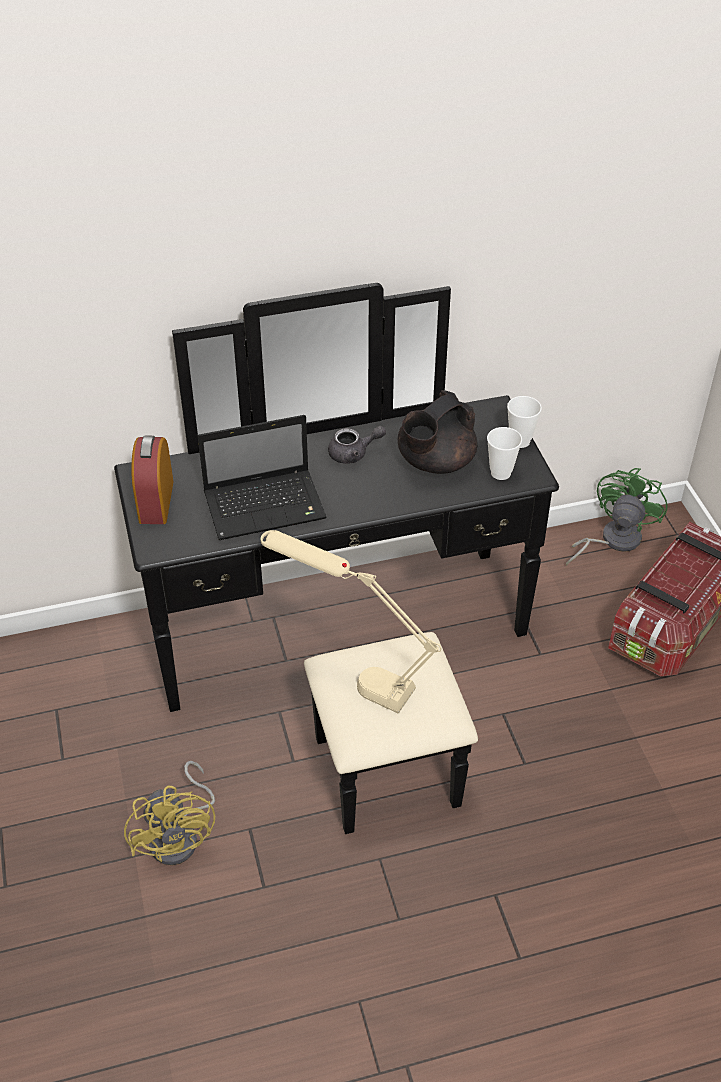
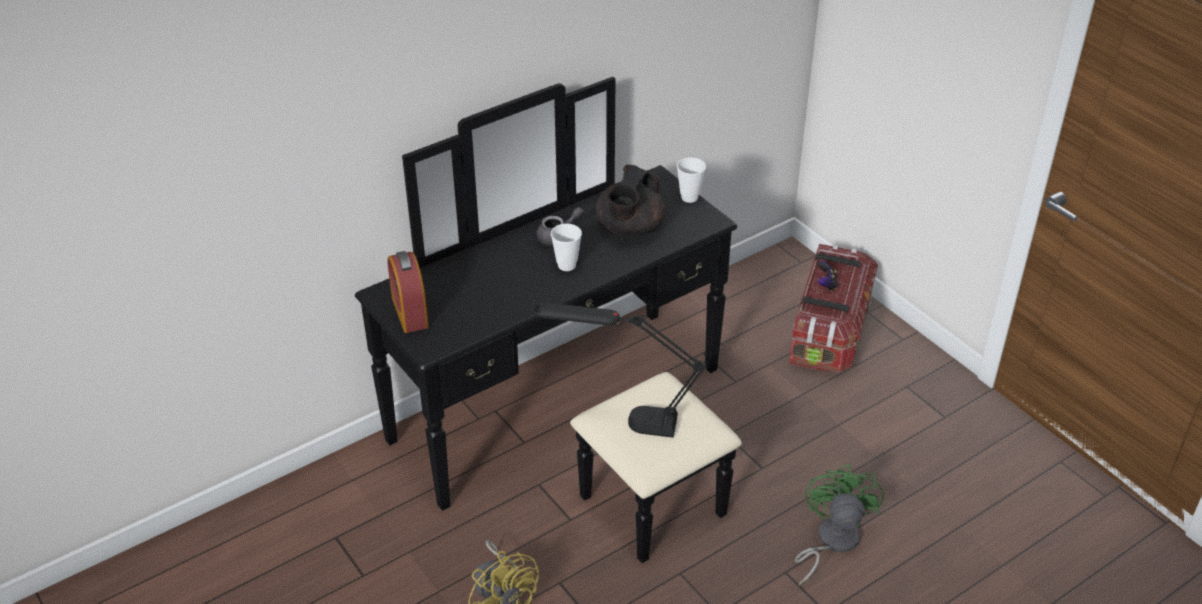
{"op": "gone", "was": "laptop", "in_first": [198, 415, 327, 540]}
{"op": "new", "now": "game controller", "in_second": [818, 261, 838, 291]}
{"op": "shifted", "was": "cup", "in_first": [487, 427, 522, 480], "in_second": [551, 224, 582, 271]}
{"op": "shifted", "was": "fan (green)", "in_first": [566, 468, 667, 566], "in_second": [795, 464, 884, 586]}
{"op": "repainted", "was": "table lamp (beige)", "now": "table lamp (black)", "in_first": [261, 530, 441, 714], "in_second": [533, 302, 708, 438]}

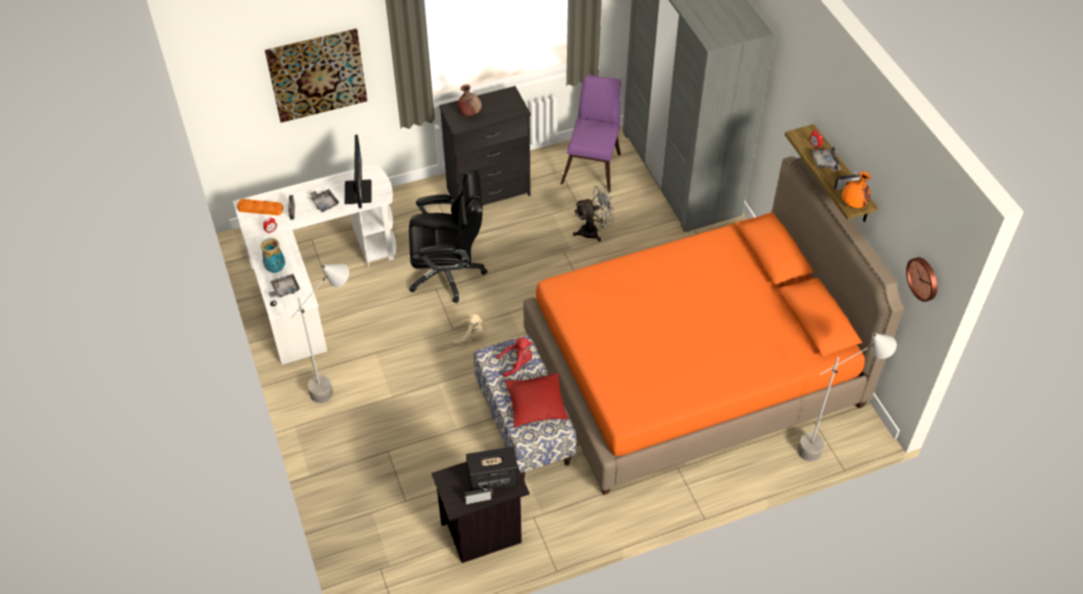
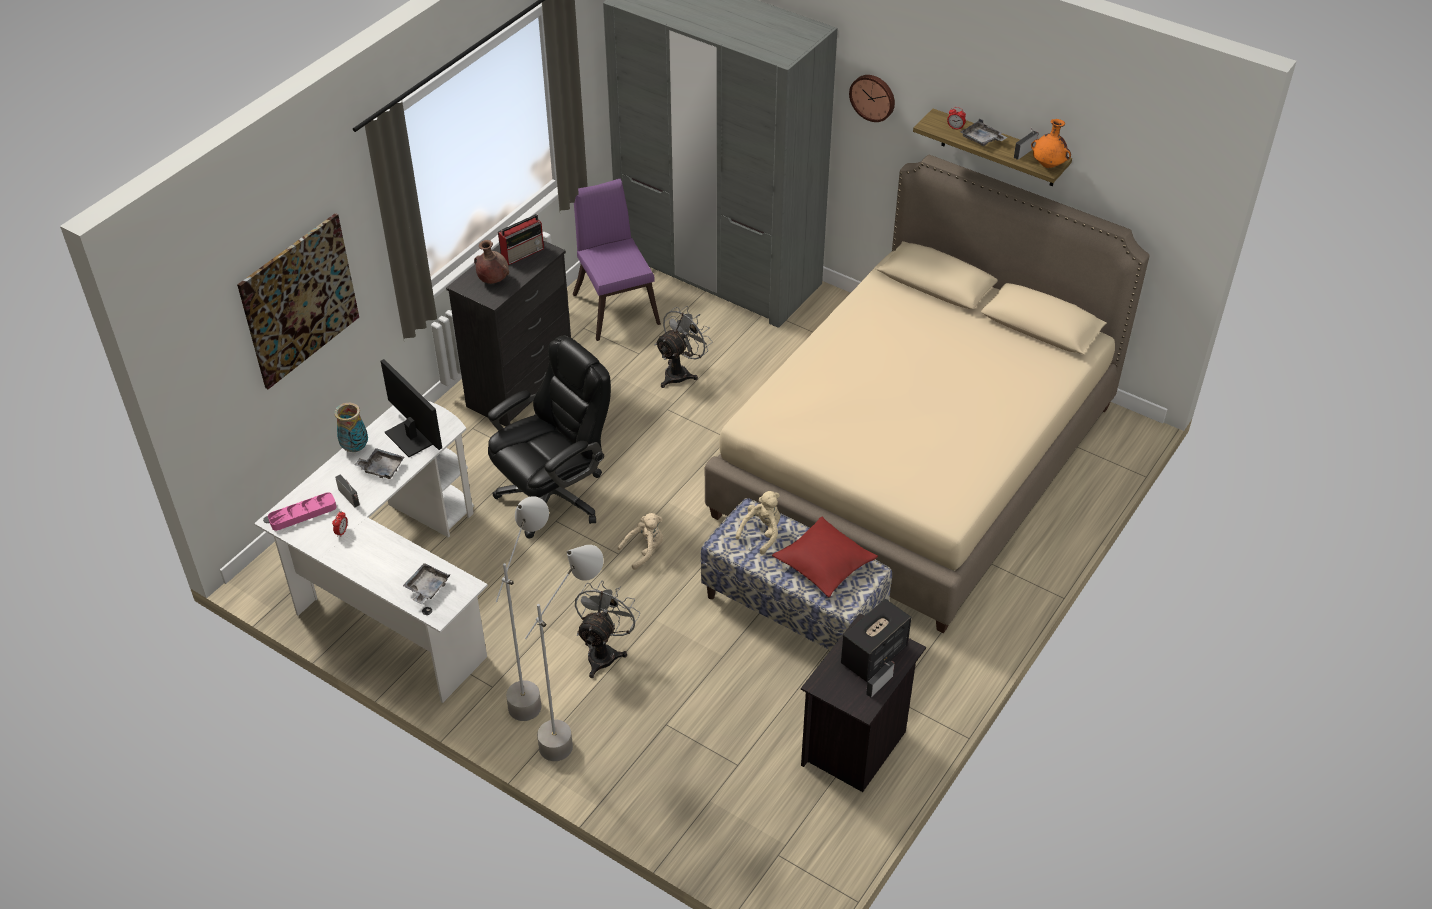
{"op": "new", "now": "radio", "in_second": [498, 214, 544, 265]}
{"op": "new", "now": "fan (grey)", "in_second": [575, 581, 640, 678]}
{"op": "shifted", "was": "vase", "in_first": [260, 238, 285, 273], "in_second": [334, 403, 368, 452]}
{"op": "shifted", "was": "floor lamp (grey)", "in_first": [797, 333, 897, 461], "in_second": [525, 545, 603, 761]}
{"op": "shifted", "was": "wall clock", "in_first": [906, 257, 937, 302], "in_second": [849, 75, 895, 122]}
{"op": "repainted", "was": "tray (orange)", "now": "tray (pink)", "in_first": [237, 199, 283, 215], "in_second": [268, 492, 337, 531]}
{"op": "repainted", "was": "plush toy (red)", "now": "plush toy (beige)", "in_first": [497, 337, 532, 377], "in_second": [736, 491, 780, 555]}
{"op": "repainted", "was": "bed (orange)", "now": "bed (beige)", "in_first": [523, 156, 904, 495], "in_second": [705, 155, 1150, 633]}

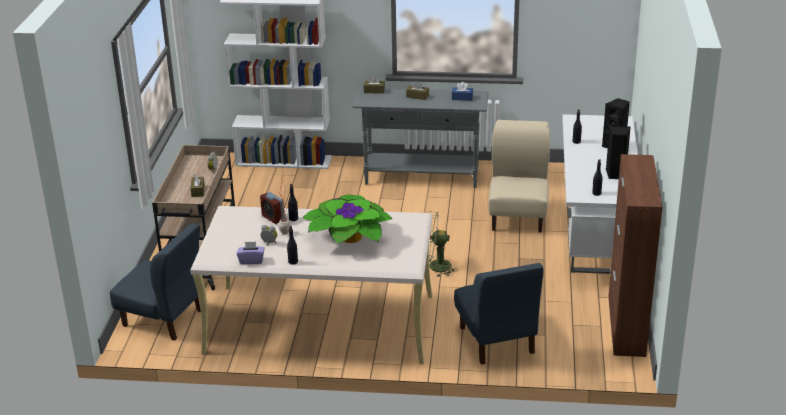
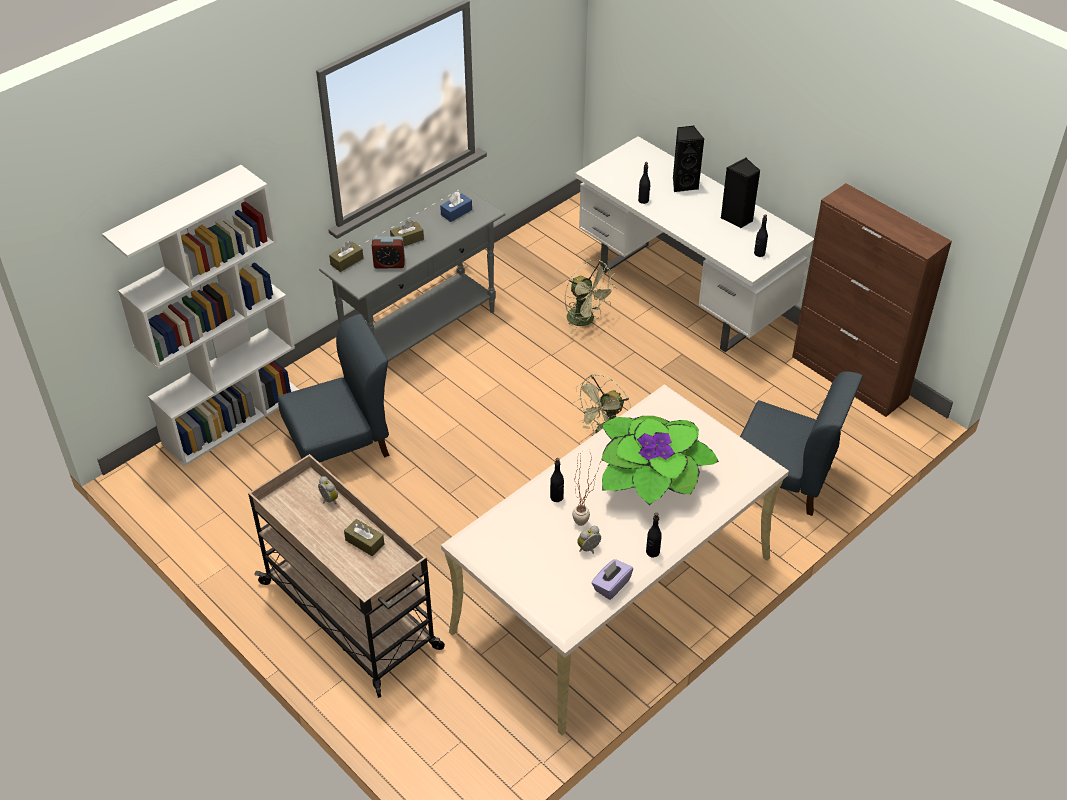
{"op": "shifted", "was": "chair (blue)", "in_first": [110, 224, 201, 340], "in_second": [278, 314, 390, 463]}
{"op": "shifted", "was": "alarm clock", "in_first": [260, 192, 285, 224], "in_second": [372, 236, 405, 268]}
{"op": "swapped", "was": "chair (beige)", "now": "fan (green)", "in_first": [488, 120, 550, 232], "in_second": [565, 259, 616, 334]}

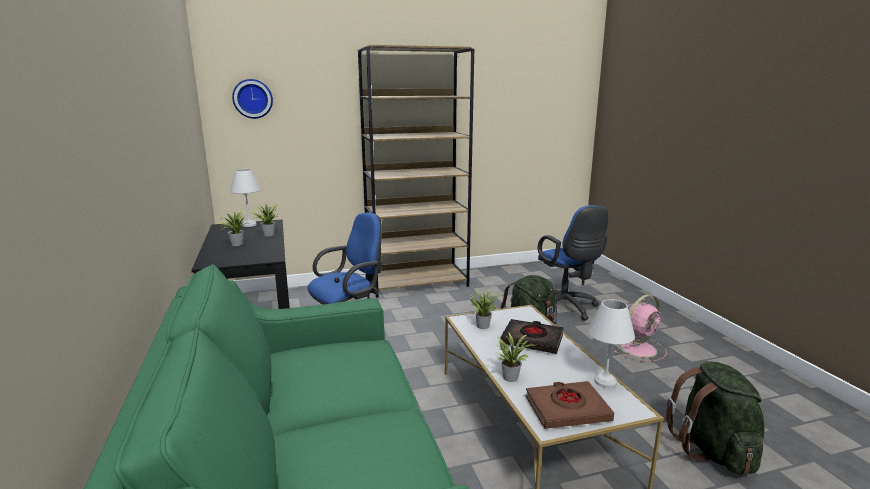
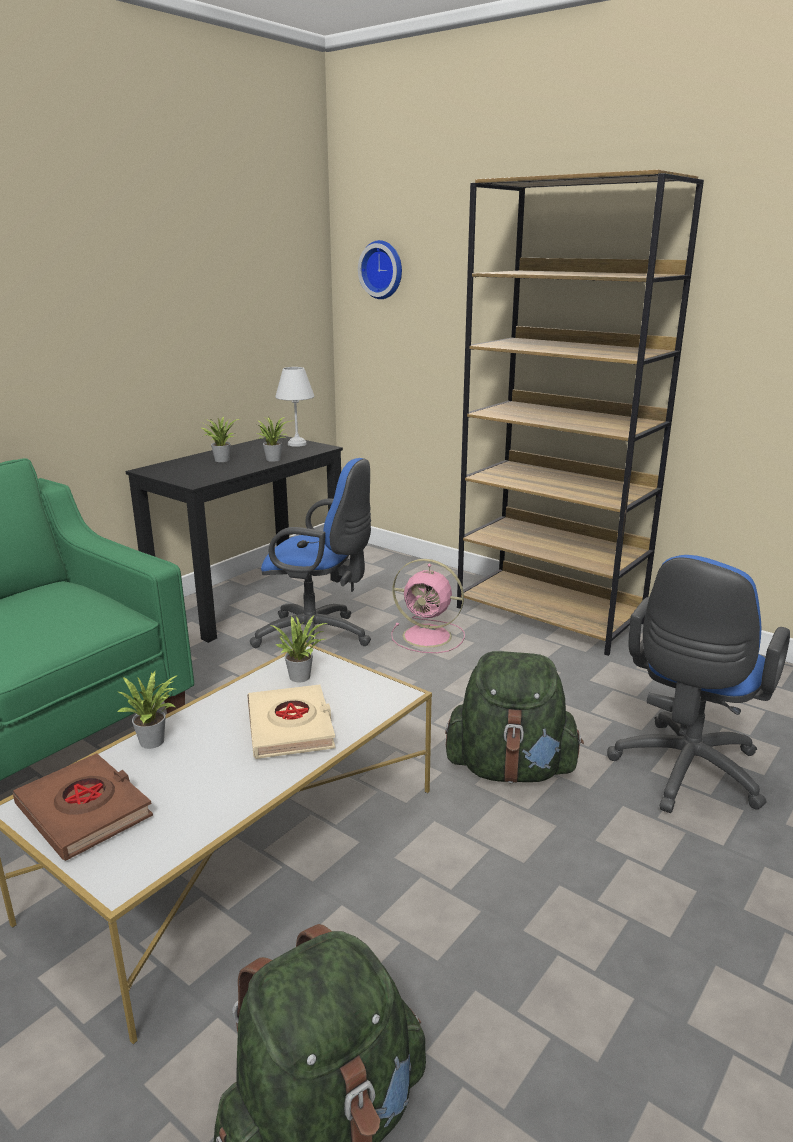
{"op": "gone", "was": "table lamp (white)", "in_first": [588, 299, 635, 388]}
{"op": "shifted", "was": "fan (pink)", "in_first": [613, 294, 667, 362], "in_second": [391, 559, 465, 653]}
{"op": "repainted", "was": "book (black)", "now": "book (beige)", "in_first": [501, 319, 564, 354], "in_second": [247, 685, 335, 759]}

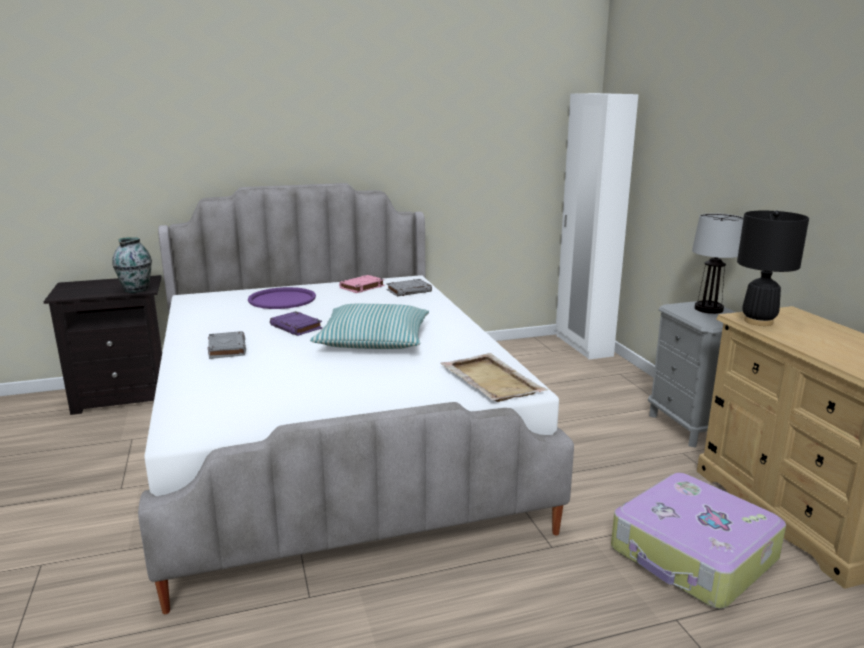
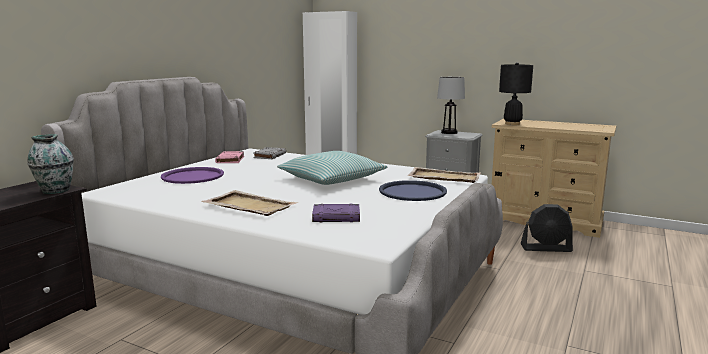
{"op": "new", "now": "tray (blue)", "in_second": [379, 180, 447, 201]}
{"op": "shifted", "was": "book (purple)", "in_first": [270, 311, 322, 336], "in_second": [312, 203, 360, 222]}
{"op": "swapped", "was": "book (grey)", "now": "tray (beige)", "in_first": [208, 331, 246, 359], "in_second": [201, 190, 298, 216]}
{"op": "swapped", "was": "suitcase", "now": "fan (black)", "in_first": [611, 473, 786, 609], "in_second": [521, 204, 573, 252]}

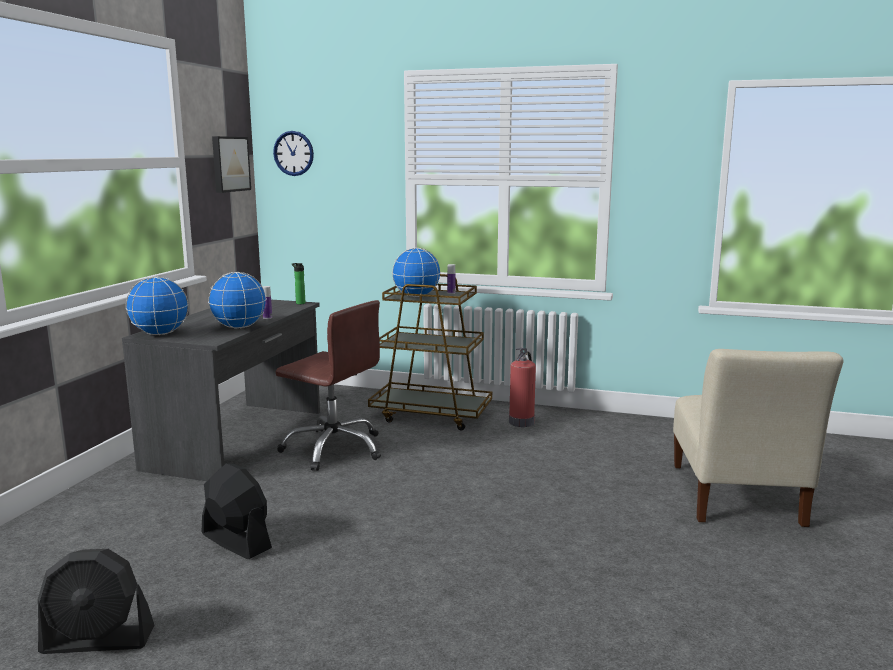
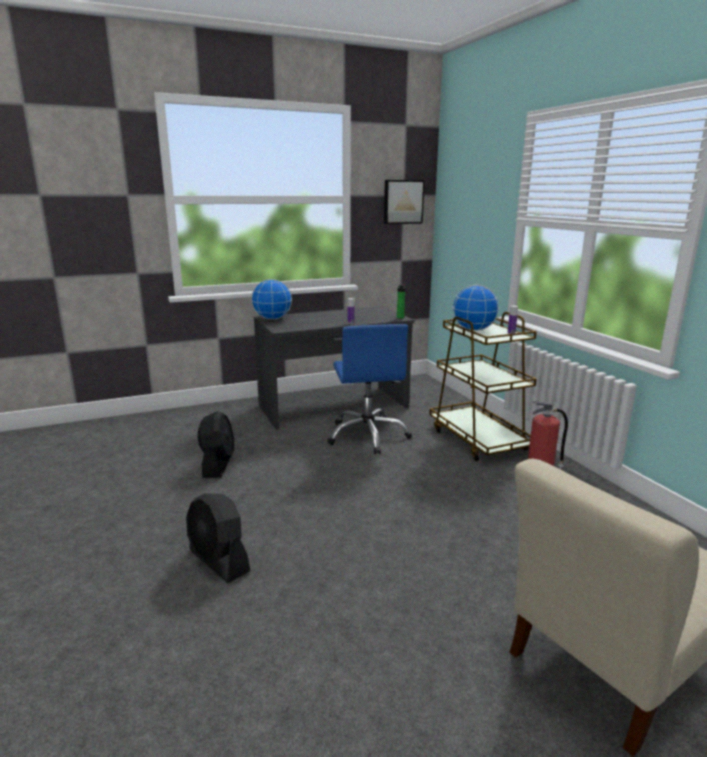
{"op": "gone", "was": "globe", "in_first": [208, 272, 267, 329]}
{"op": "gone", "was": "wall clock", "in_first": [273, 131, 314, 176]}
{"op": "shifted", "was": "fan (black)", "in_first": [38, 549, 154, 654], "in_second": [186, 493, 250, 583]}
{"op": "repainted", "was": "office chair (brown)", "now": "office chair (blue)", "in_first": [275, 300, 381, 471], "in_second": [327, 324, 412, 454]}

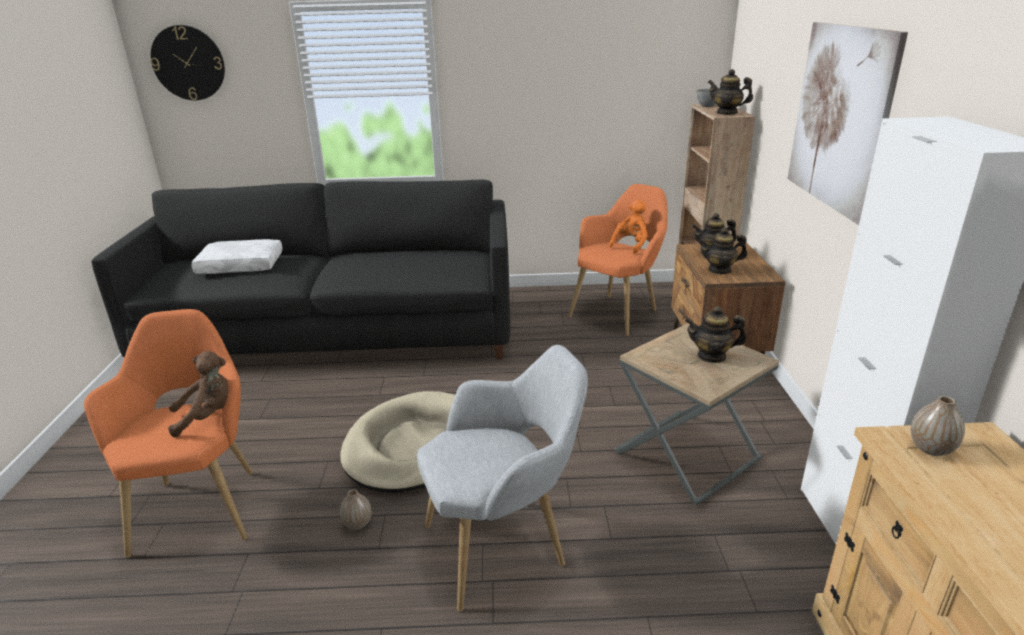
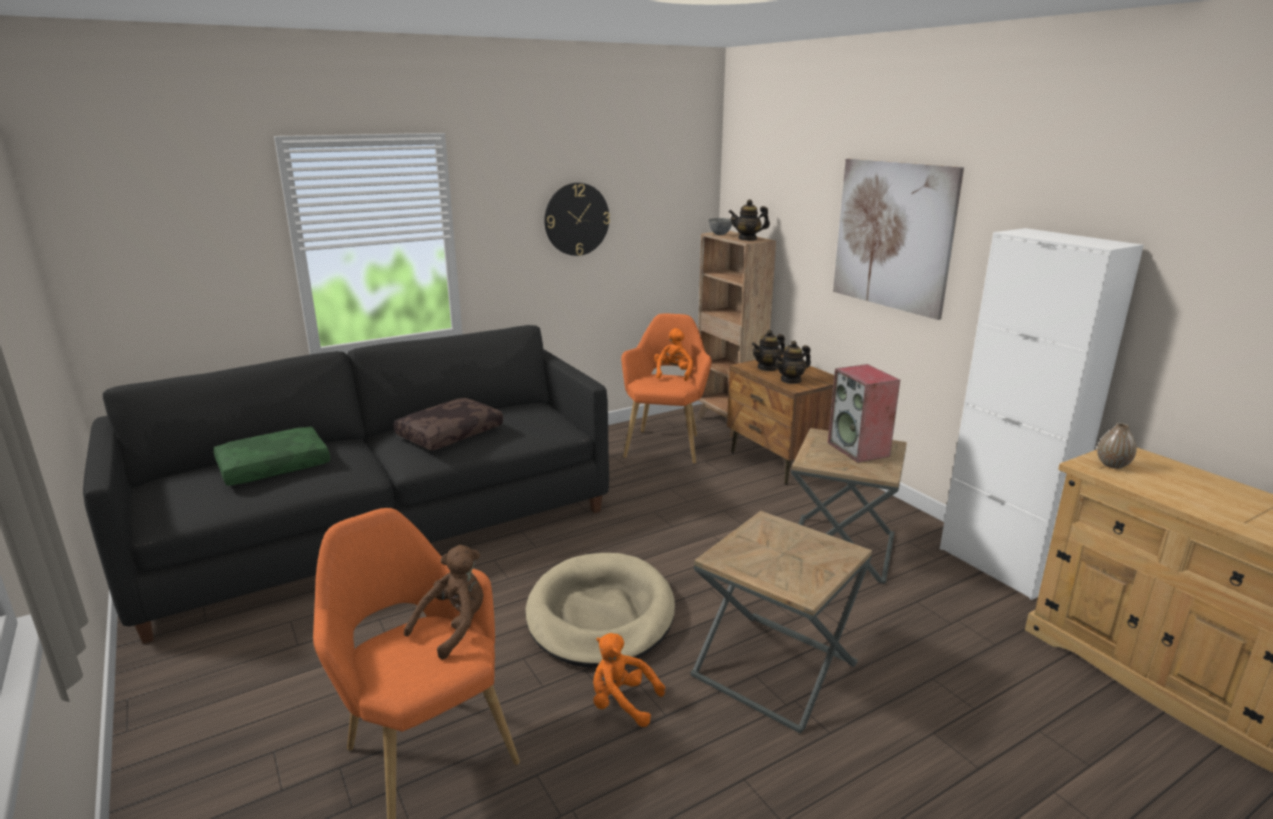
{"op": "new", "now": "pillow (brown)", "in_second": [393, 398, 503, 450]}
{"op": "shifted", "was": "wall clock", "in_first": [150, 25, 225, 100], "in_second": [544, 183, 610, 256]}
{"op": "swapped", "was": "vase", "now": "plush toy (orange)", "in_first": [340, 489, 372, 530], "in_second": [593, 633, 665, 727]}
{"op": "swapped", "was": "armchair (grey)", "now": "side table (brown)", "in_first": [417, 345, 588, 612], "in_second": [690, 511, 872, 733]}
{"op": "swapped", "was": "teapot", "now": "speaker", "in_first": [685, 306, 747, 363], "in_second": [828, 364, 900, 463]}
{"op": "repainted", "was": "pillow (white)", "now": "pillow (green)", "in_first": [192, 239, 283, 274], "in_second": [213, 427, 330, 486]}

